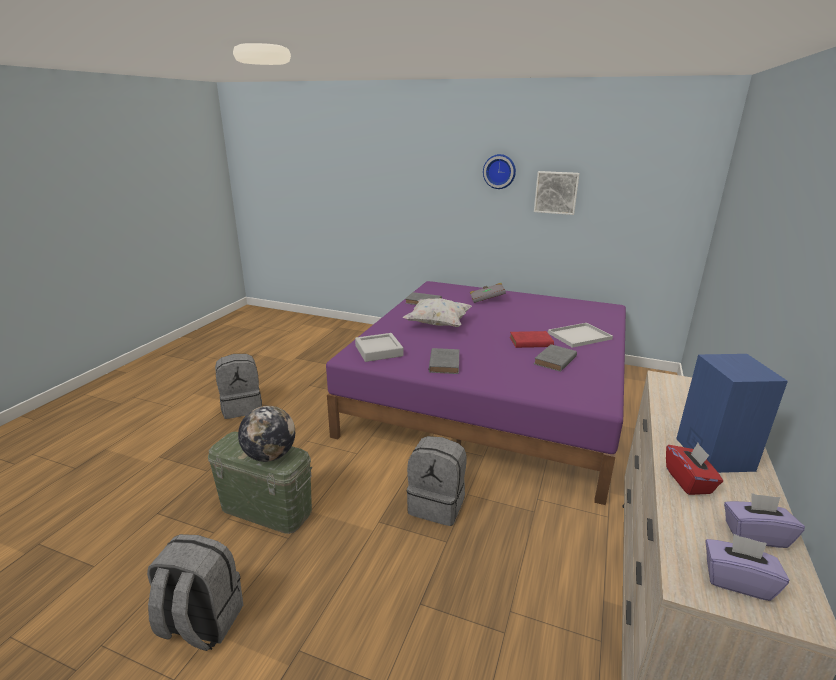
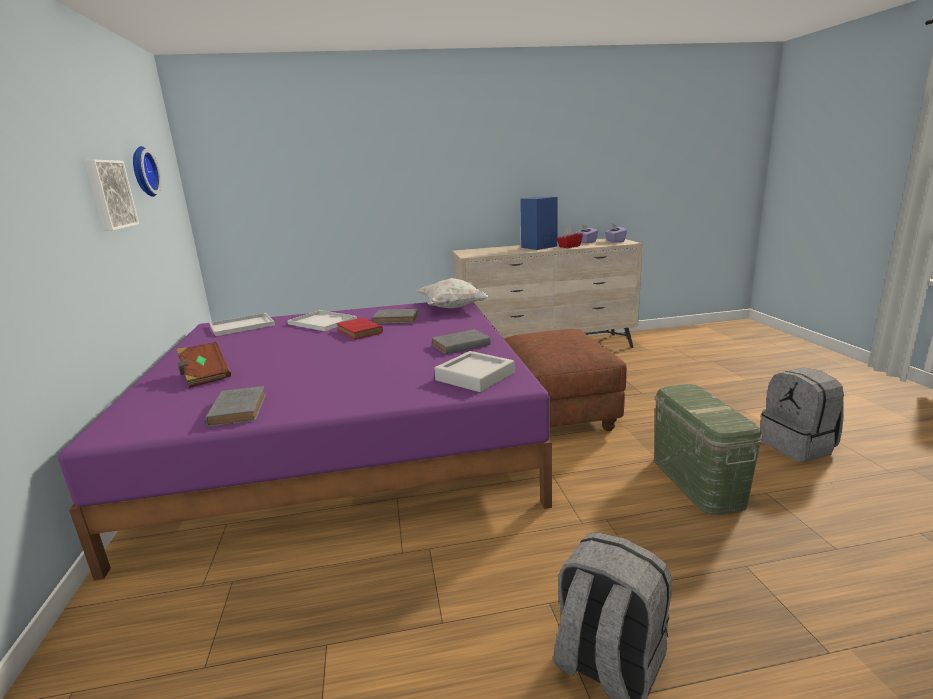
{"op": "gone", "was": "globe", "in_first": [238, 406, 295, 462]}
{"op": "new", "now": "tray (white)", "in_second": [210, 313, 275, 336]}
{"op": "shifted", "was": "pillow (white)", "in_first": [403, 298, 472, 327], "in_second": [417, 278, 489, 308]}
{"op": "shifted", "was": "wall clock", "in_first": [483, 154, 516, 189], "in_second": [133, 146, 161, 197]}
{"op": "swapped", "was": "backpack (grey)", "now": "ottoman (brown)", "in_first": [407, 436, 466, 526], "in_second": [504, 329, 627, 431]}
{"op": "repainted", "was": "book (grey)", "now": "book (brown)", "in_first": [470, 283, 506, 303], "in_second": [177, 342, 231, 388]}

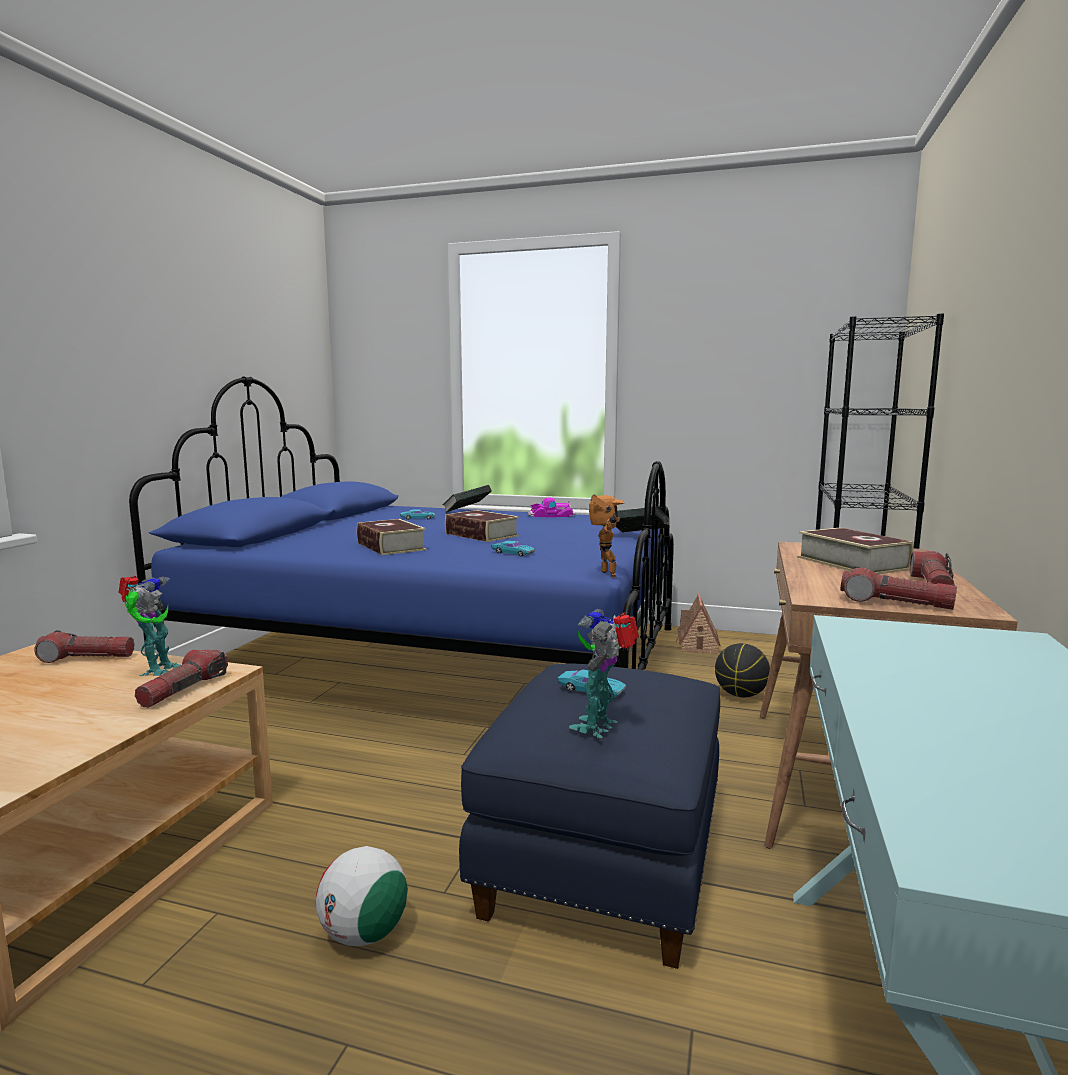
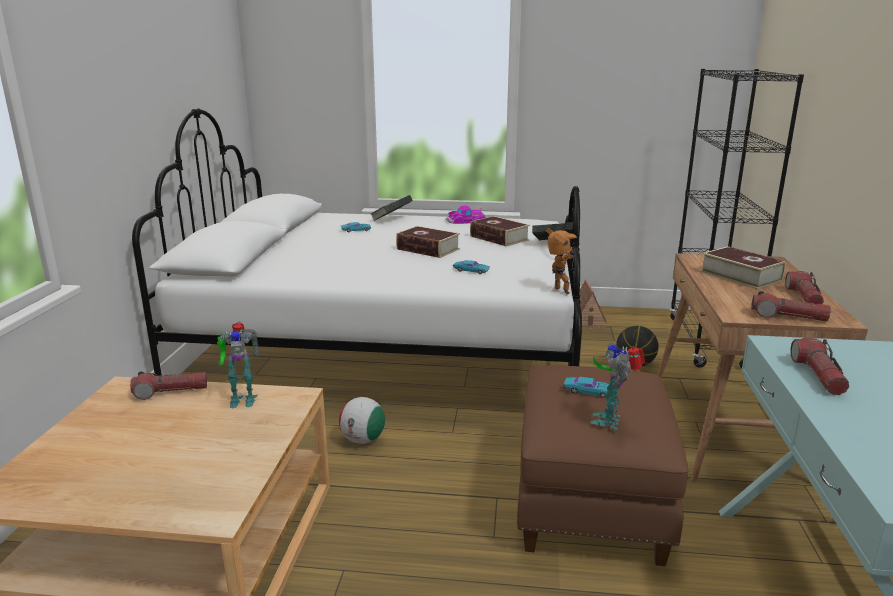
{"op": "shifted", "was": "flashlight", "in_first": [135, 649, 228, 708], "in_second": [790, 337, 849, 395]}
{"op": "shifted", "was": "football", "in_first": [316, 846, 408, 946], "in_second": [339, 397, 385, 444]}
{"op": "shifted", "was": "book", "in_first": [357, 519, 427, 555], "in_second": [470, 216, 530, 247]}
{"op": "repainted", "was": "bed (blue)", "now": "bed (white)", "in_first": [129, 376, 674, 670], "in_second": [132, 108, 582, 376]}
{"op": "repainted", "was": "ottoman (blue)", "now": "ottoman (brown)", "in_first": [459, 664, 720, 969], "in_second": [517, 365, 688, 566]}
{"op": "rotated", "was": "toy robot", "in_first": [118, 576, 181, 676], "in_second": [217, 322, 259, 408], "clockwise": 90}

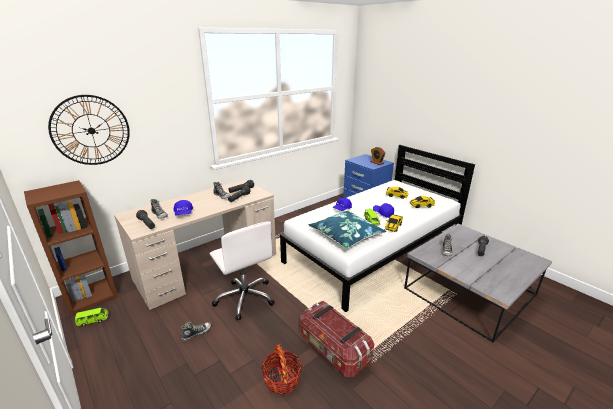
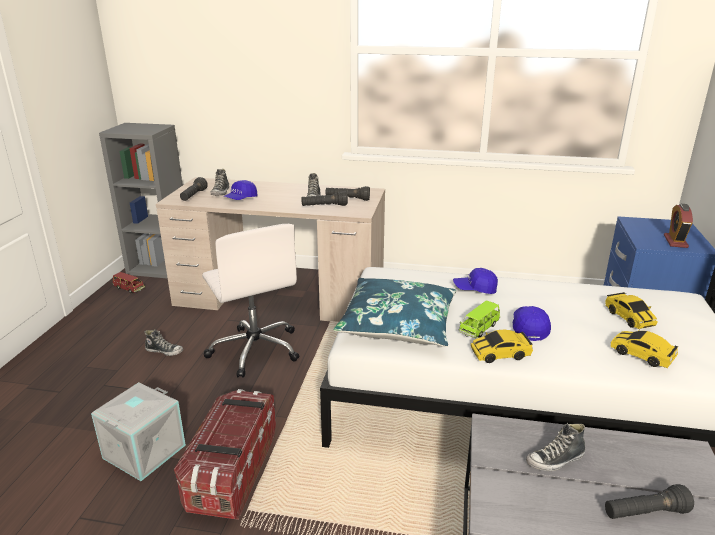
{"op": "gone", "was": "wall clock", "in_first": [48, 95, 130, 165]}
{"op": "swapped", "was": "basket", "now": "storage box (grey)", "in_first": [261, 344, 302, 395], "in_second": [91, 382, 186, 481]}
{"op": "repainted", "was": "bookcase (brown)", "now": "bookcase (grey)", "in_first": [24, 180, 118, 315], "in_second": [99, 123, 183, 279]}
{"op": "repainted", "was": "toy car (green)", "now": "toy car (red)", "in_first": [75, 308, 108, 326], "in_second": [113, 272, 145, 293]}
{"op": "rotated", "was": "office chair (white)", "in_first": [210, 221, 275, 320], "in_second": [202, 224, 299, 378], "clockwise": -45}

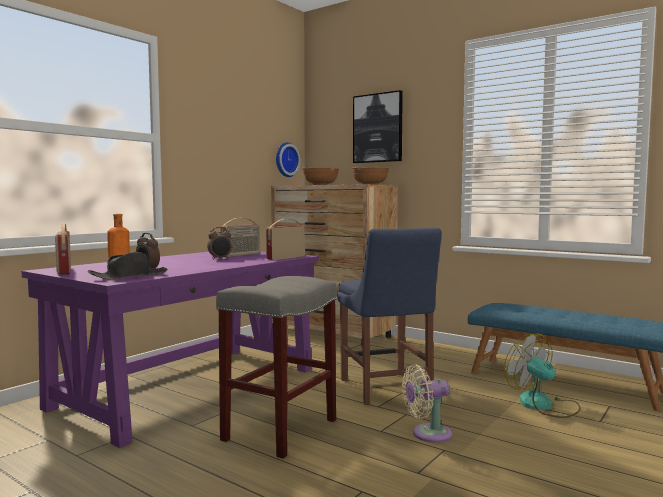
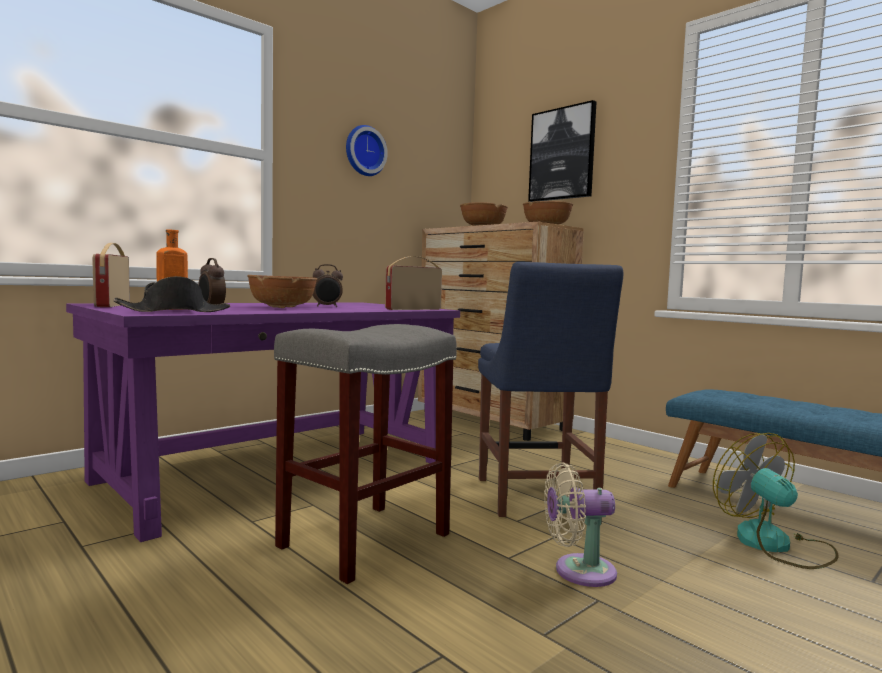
{"op": "gone", "was": "radio", "in_first": [221, 218, 260, 257]}
{"op": "new", "now": "bowl (brown)", "in_second": [247, 275, 317, 308]}
{"op": "shifted", "was": "wall clock", "in_first": [276, 142, 301, 177], "in_second": [346, 125, 388, 176]}

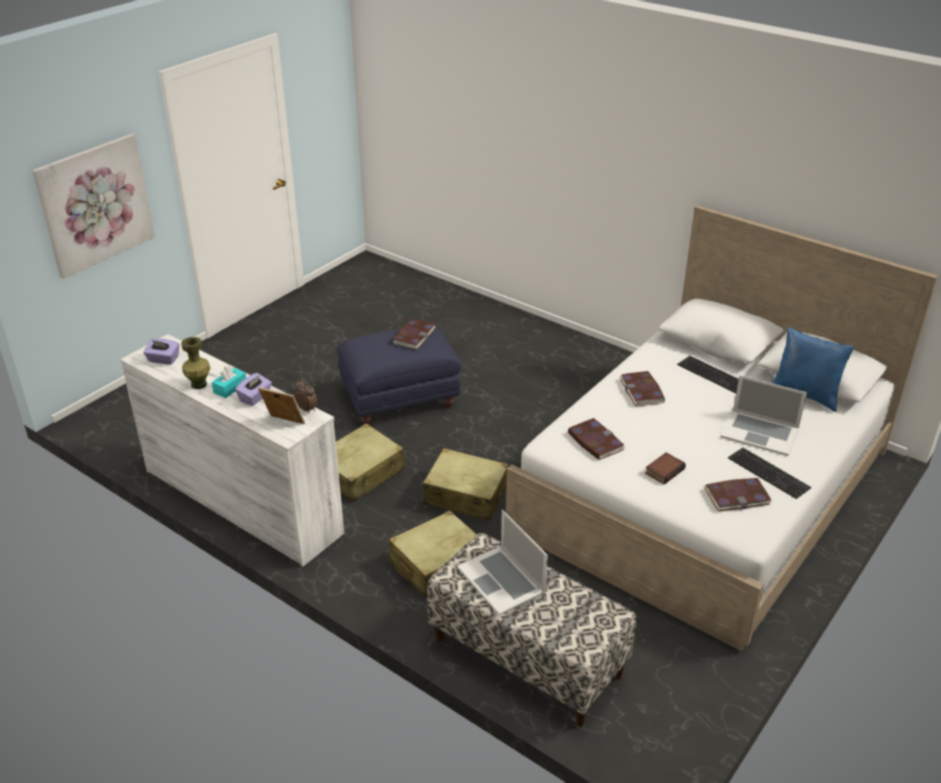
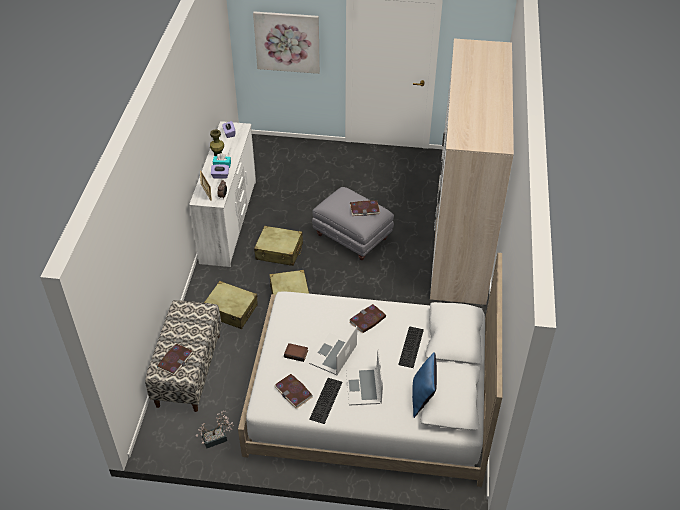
{"op": "new", "now": "potted plant", "in_second": [196, 411, 234, 449]}
{"op": "new", "now": "wardrobe", "in_second": [430, 38, 514, 305]}
{"op": "shifted", "was": "laptop", "in_first": [457, 510, 548, 616], "in_second": [309, 326, 357, 375]}
{"op": "shifted", "was": "book", "in_first": [568, 418, 625, 460], "in_second": [157, 343, 193, 376]}
{"op": "repainted", "was": "ottoman (blue)", "now": "ottoman (grey)", "in_first": [337, 325, 461, 425], "in_second": [312, 187, 394, 260]}

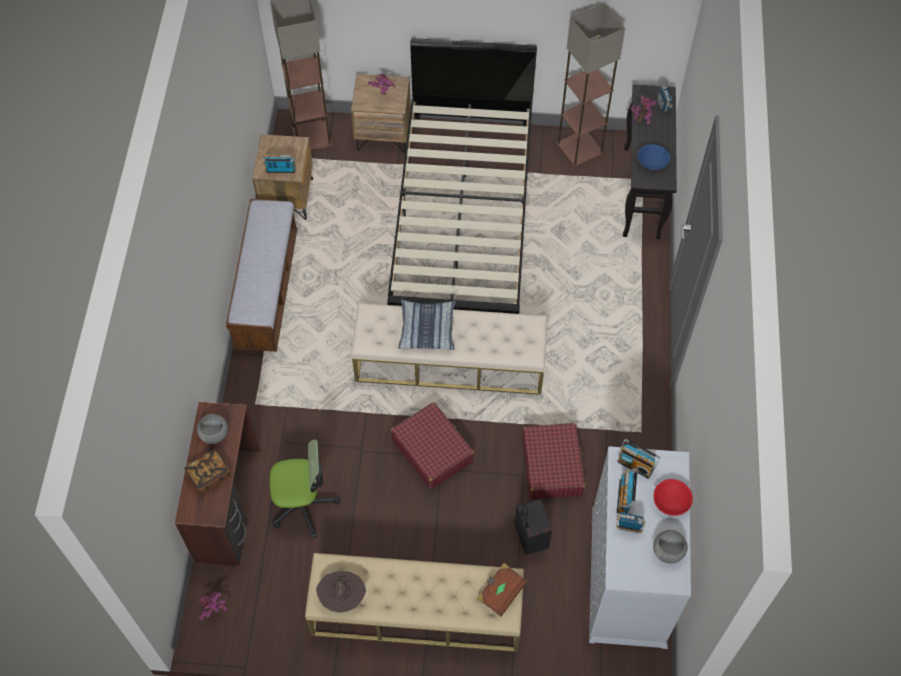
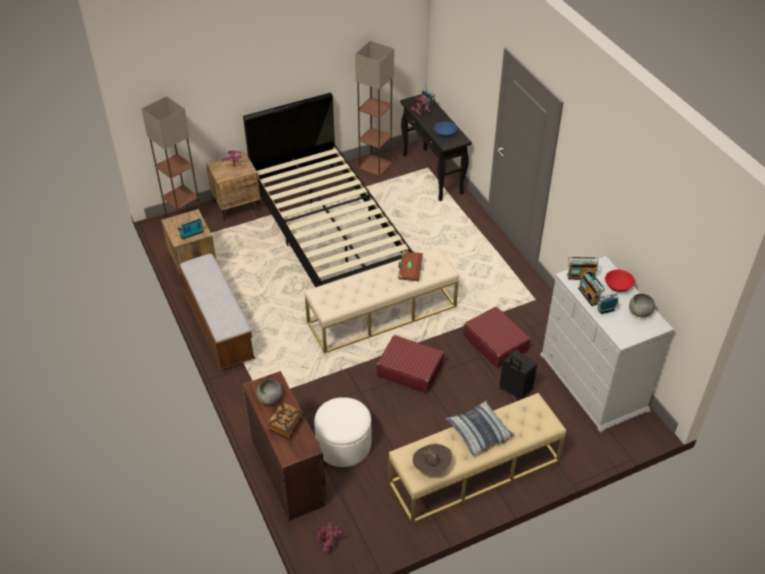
{"op": "shifted", "was": "pillow", "in_first": [398, 300, 456, 350], "in_second": [445, 400, 515, 456]}
{"op": "shifted", "was": "book (brown)", "in_first": [477, 563, 528, 617], "in_second": [398, 251, 423, 281]}
{"op": "swapped", "was": "office chair", "now": "ottoman (white)", "in_first": [270, 439, 340, 539], "in_second": [314, 397, 371, 467]}

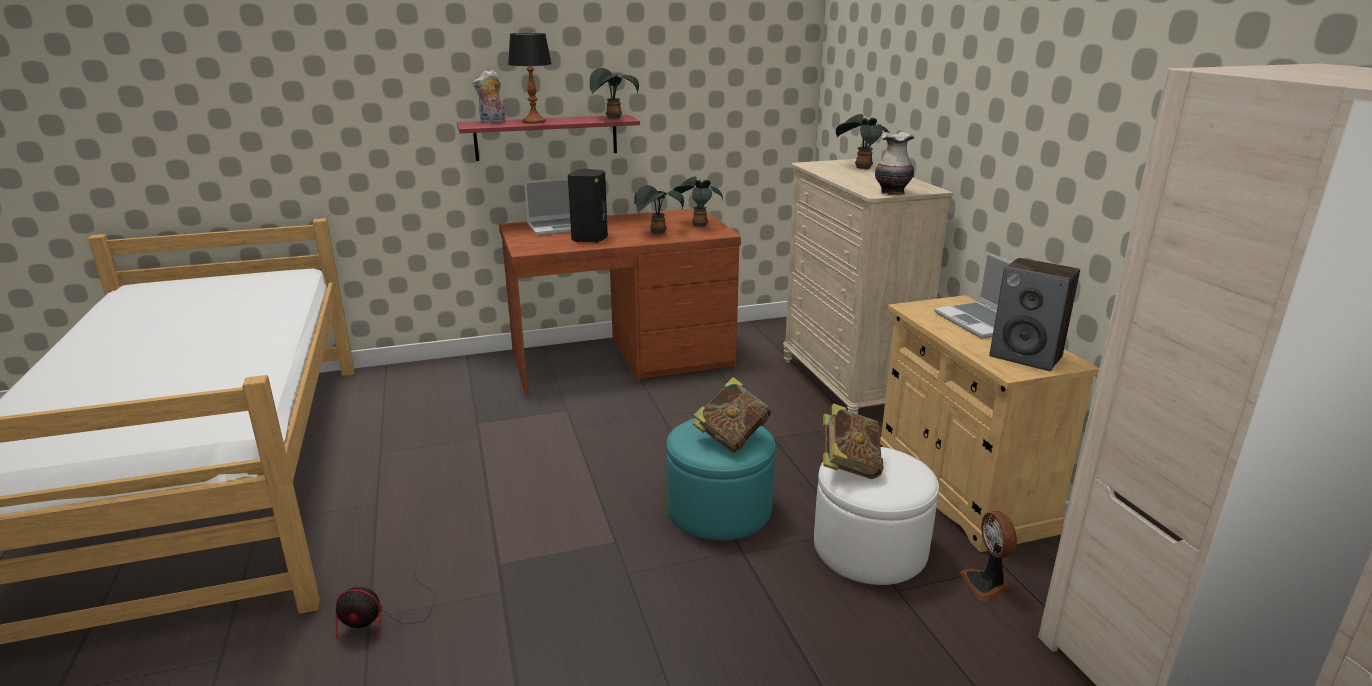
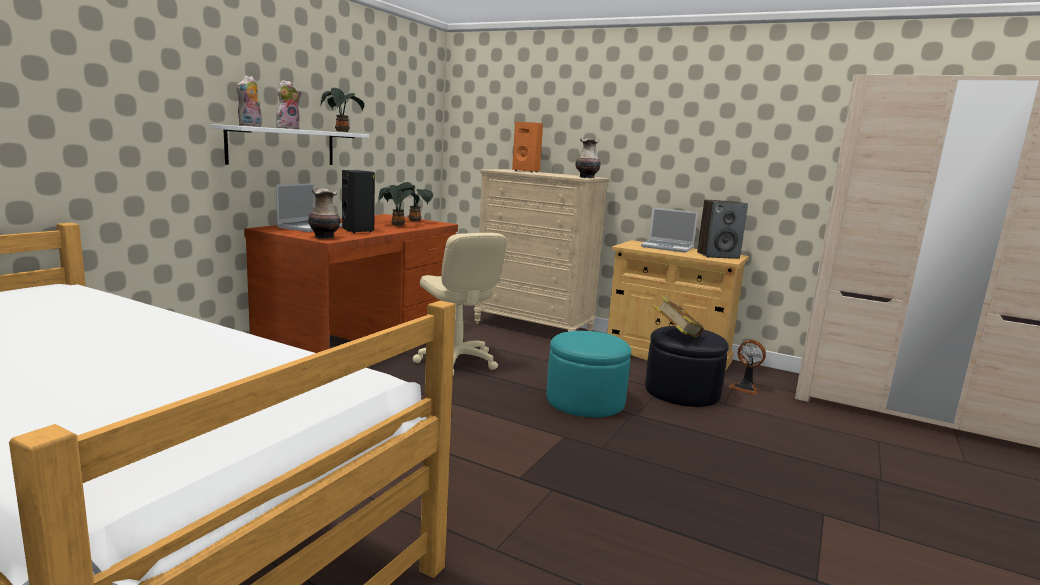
{"op": "gone", "was": "fan", "in_first": [336, 566, 436, 639]}
{"op": "gone", "was": "book", "in_first": [693, 377, 771, 453]}
{"op": "new", "now": "vase", "in_second": [308, 188, 341, 239]}
{"op": "new", "now": "office chair (beige)", "in_second": [413, 233, 507, 375]}
{"op": "swapped", "was": "table lamp", "now": "plush toy", "in_first": [508, 33, 552, 124], "in_second": [276, 80, 302, 129]}
{"op": "swapped", "was": "potted plant", "now": "speaker (orange)", "in_first": [836, 114, 890, 170], "in_second": [512, 122, 543, 172]}
{"op": "repainted", "was": "shelf (red)", "now": "shelf (white)", "in_first": [457, 115, 640, 161], "in_second": [210, 124, 369, 165]}
{"op": "repainted", "was": "ottoman (white)", "now": "ottoman (black)", "in_first": [814, 447, 939, 585], "in_second": [645, 326, 729, 407]}

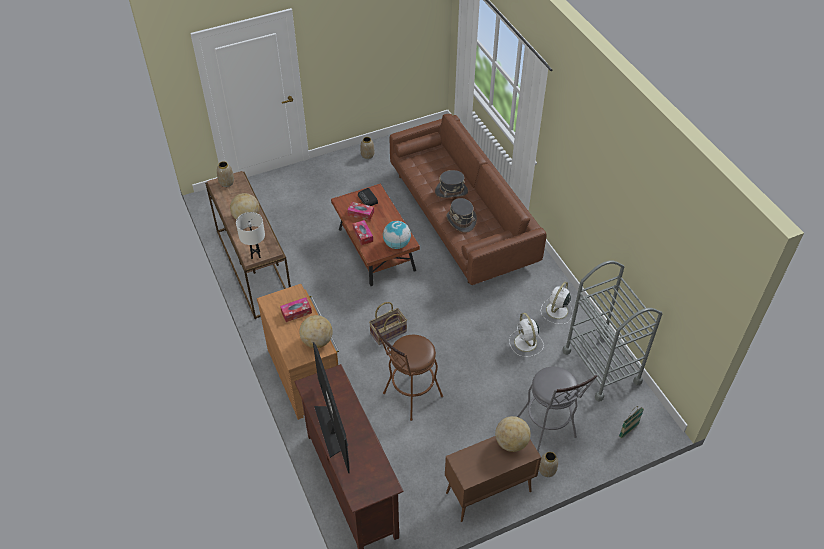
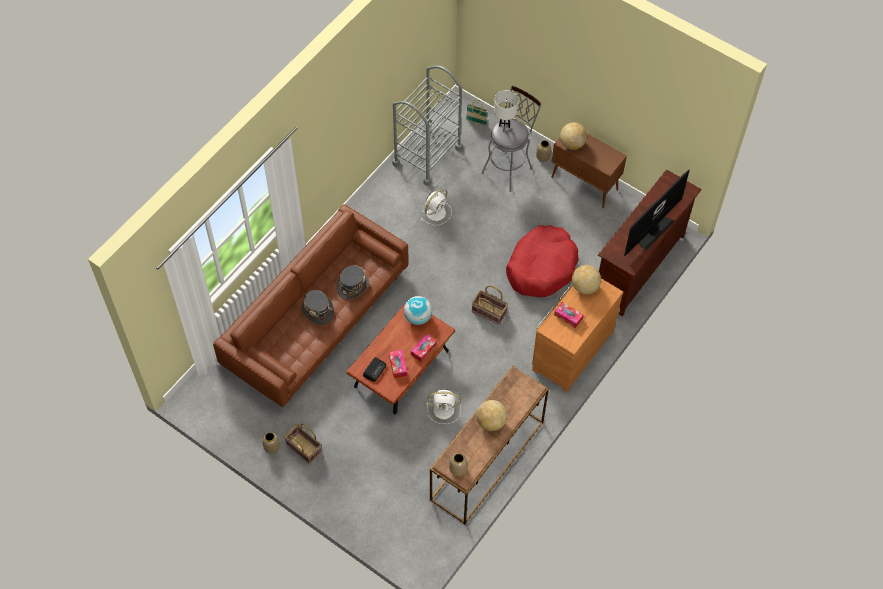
{"op": "new", "now": "basket", "in_second": [284, 423, 322, 464]}
{"op": "shifted", "was": "table lamp (white)", "in_first": [236, 212, 265, 259], "in_second": [494, 90, 518, 128]}
{"op": "shifted", "was": "fan (white)", "in_first": [541, 282, 572, 324], "in_second": [427, 389, 461, 424]}
{"op": "swapped", "was": "stool (brown)", "now": "dog bed (red)", "in_first": [375, 327, 443, 421], "in_second": [506, 225, 579, 297]}

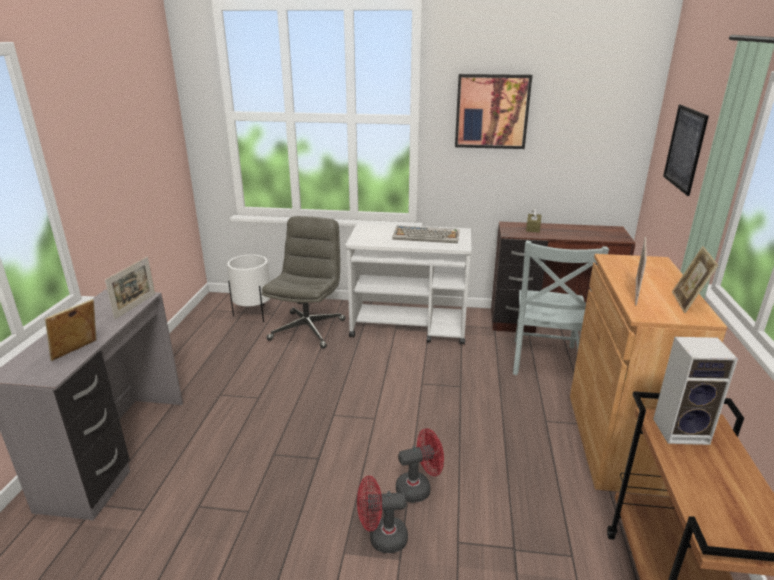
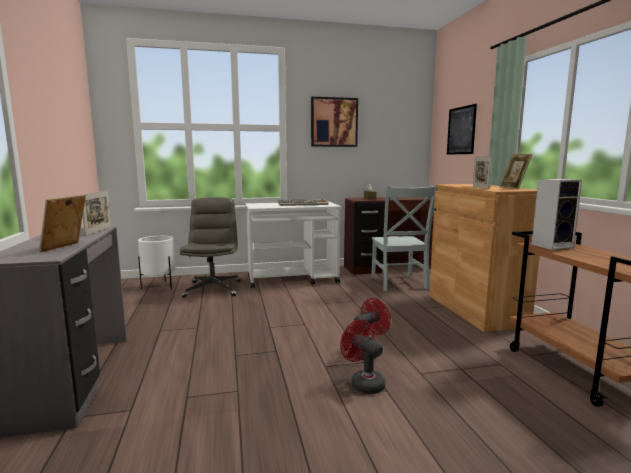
{"op": "rotated", "was": "fan (red)", "in_first": [357, 476, 408, 553], "in_second": [340, 319, 386, 394], "clockwise": 75}

